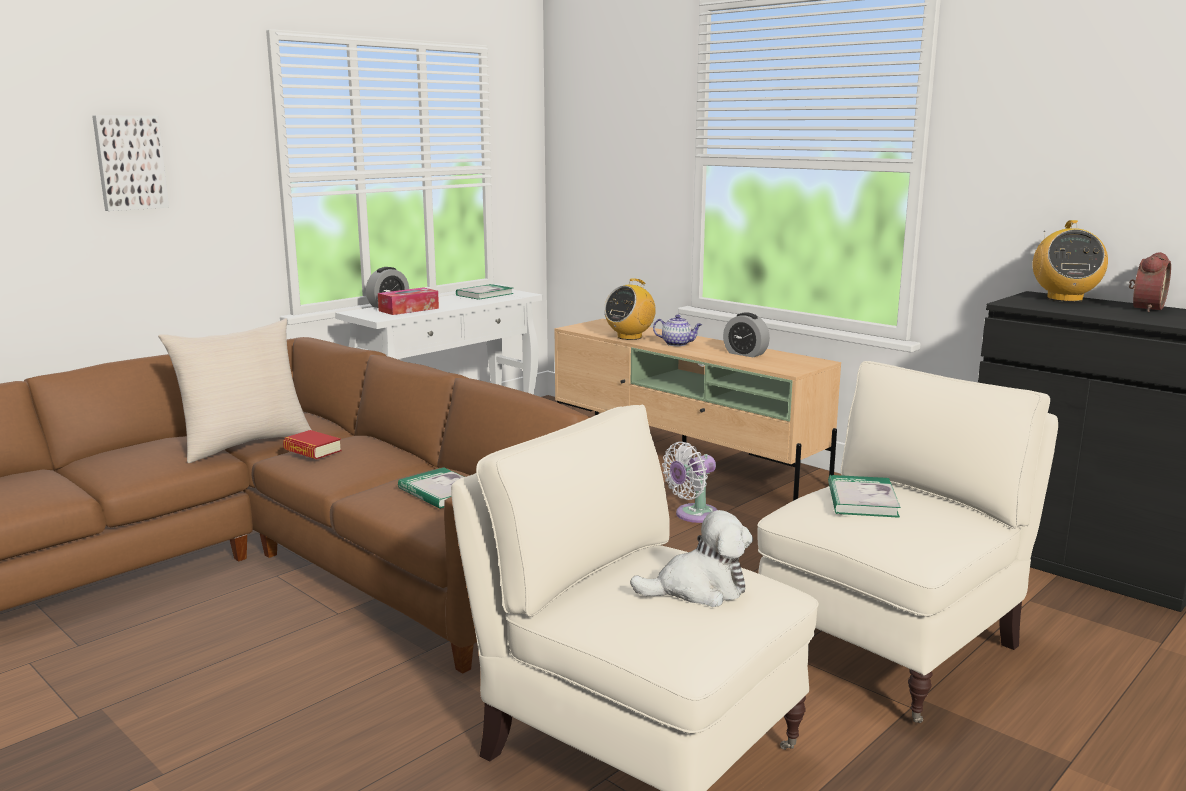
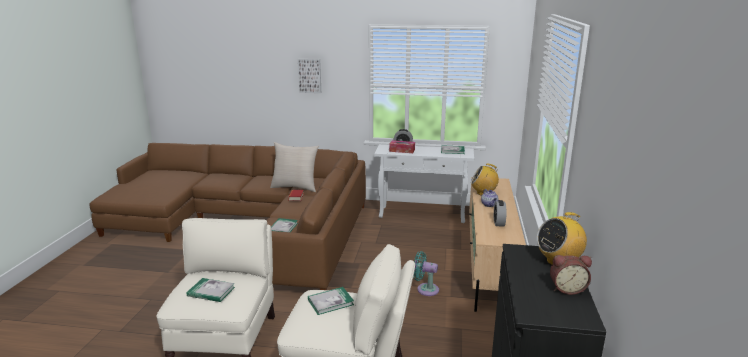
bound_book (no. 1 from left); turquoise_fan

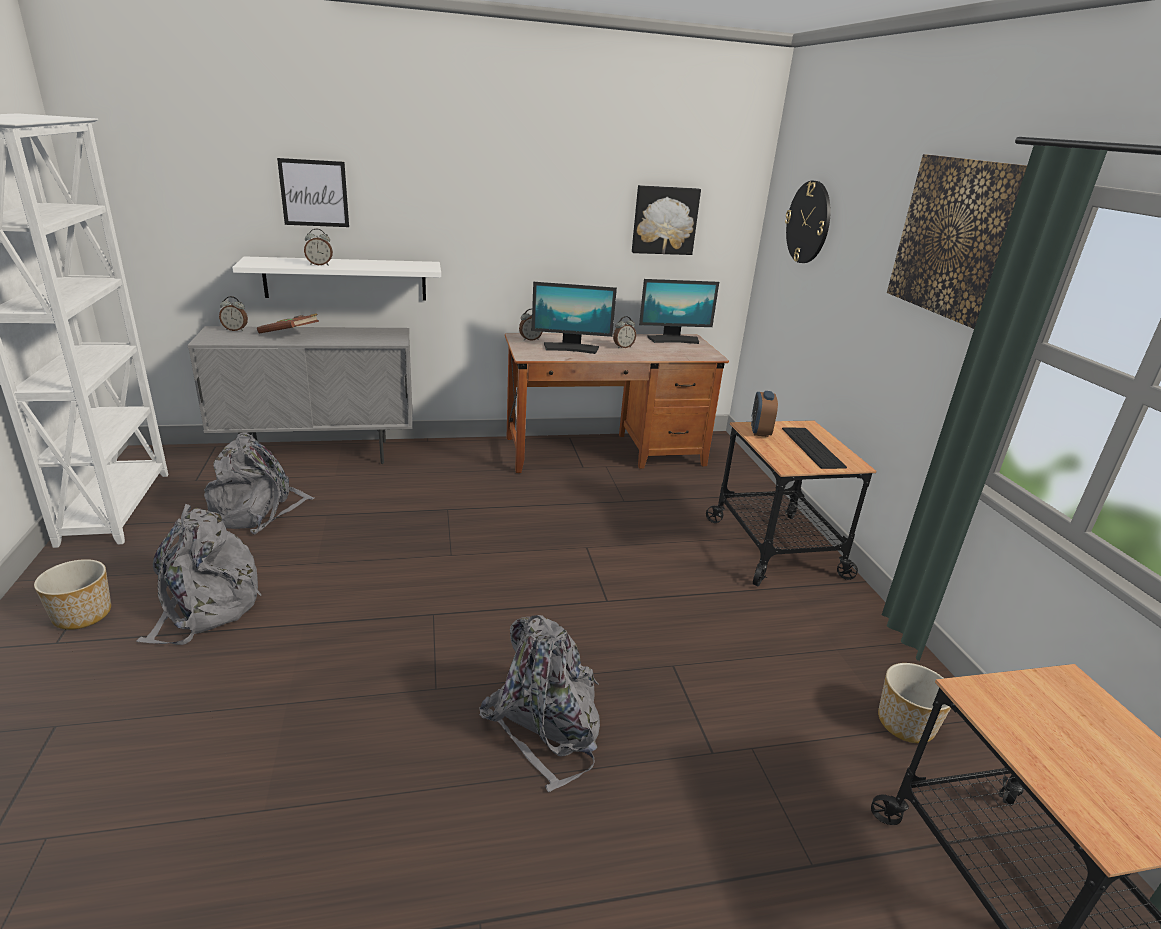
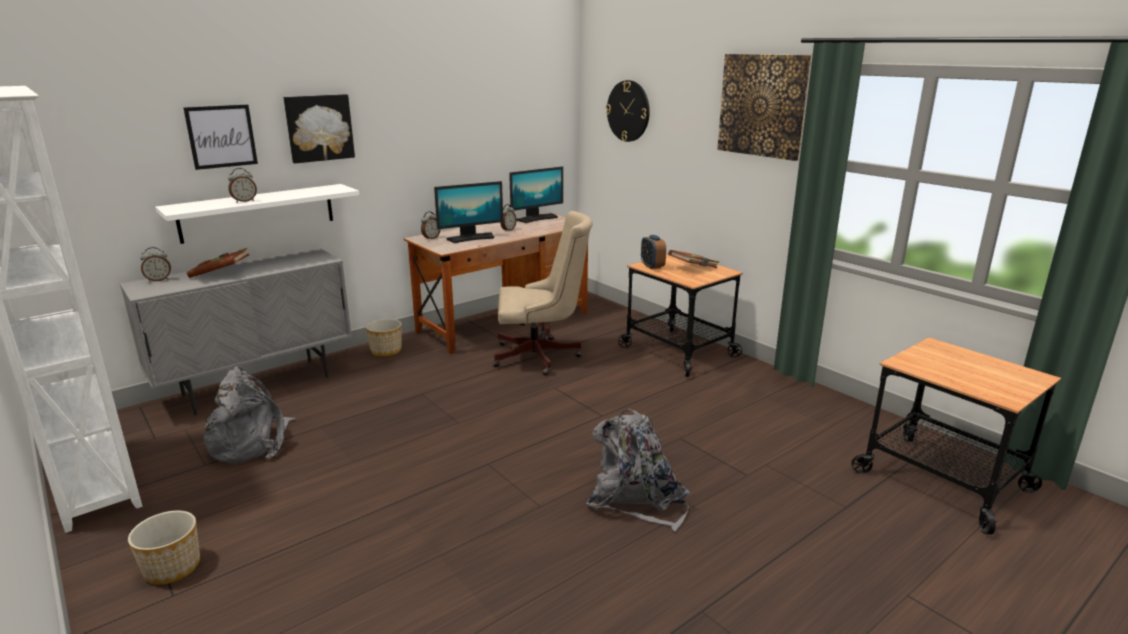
gray_knapsack (no. 1 from left in the first image); beige_desk_chair; wall_art (no. 2 from left); flower_pot (no. 2 from left); brown-coloured_bound_book (no. 2 from left)

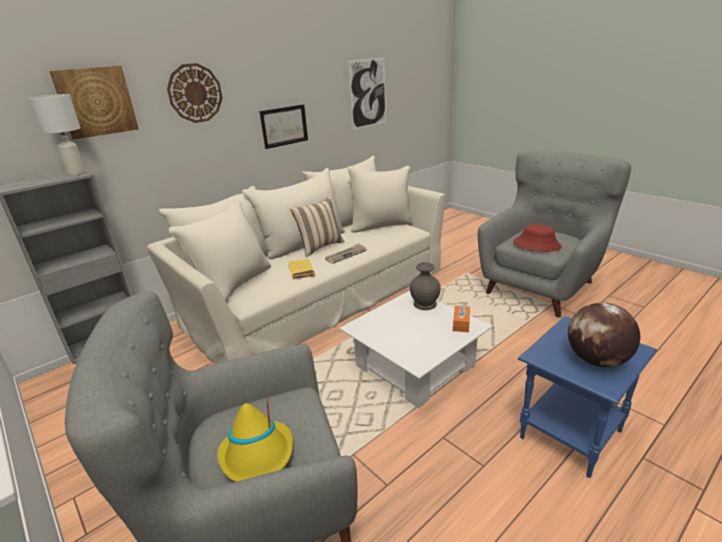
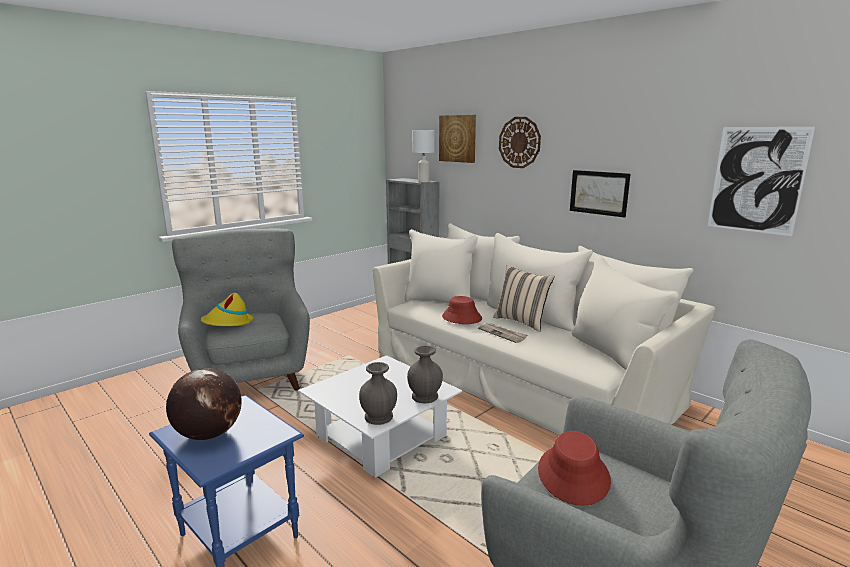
red_clothing_hat (no. 1 from left); gray_decorative_vase (no. 1 from left)

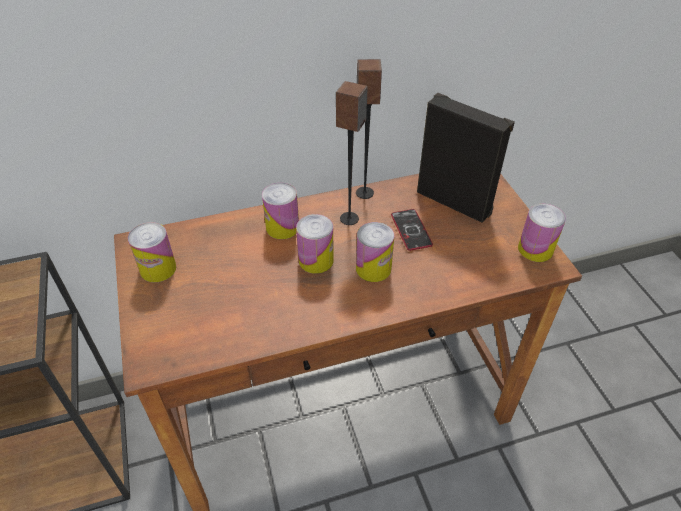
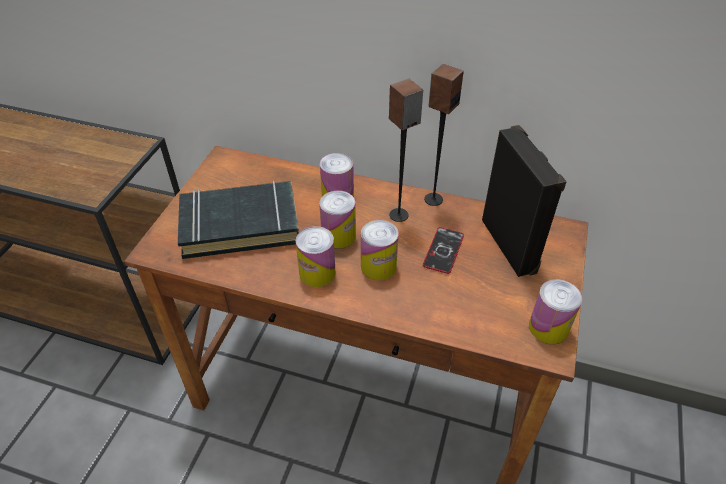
blackish_bound_book; sealed_can (no. 1 from left)

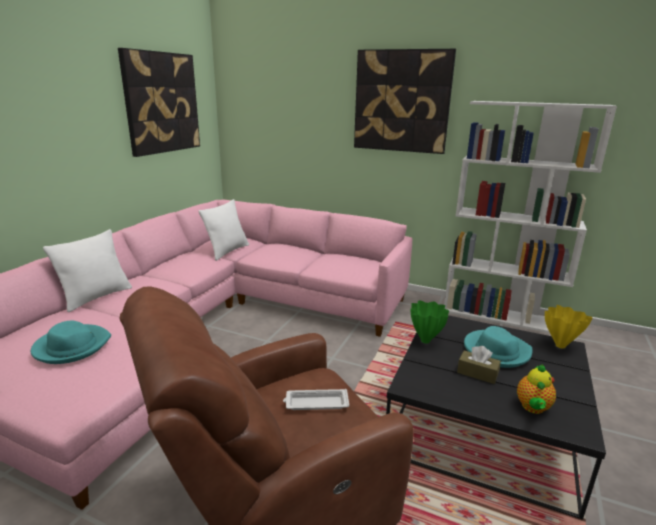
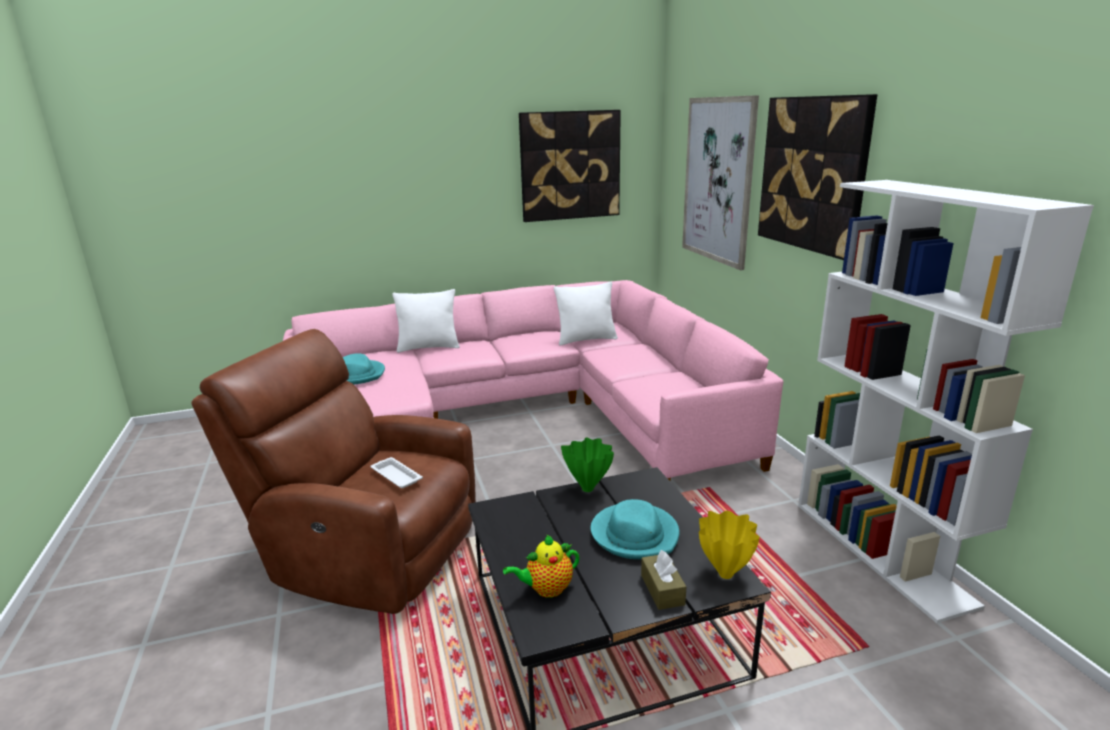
wall_art (no. 2 from left); brown-coloured_box_of_tissues

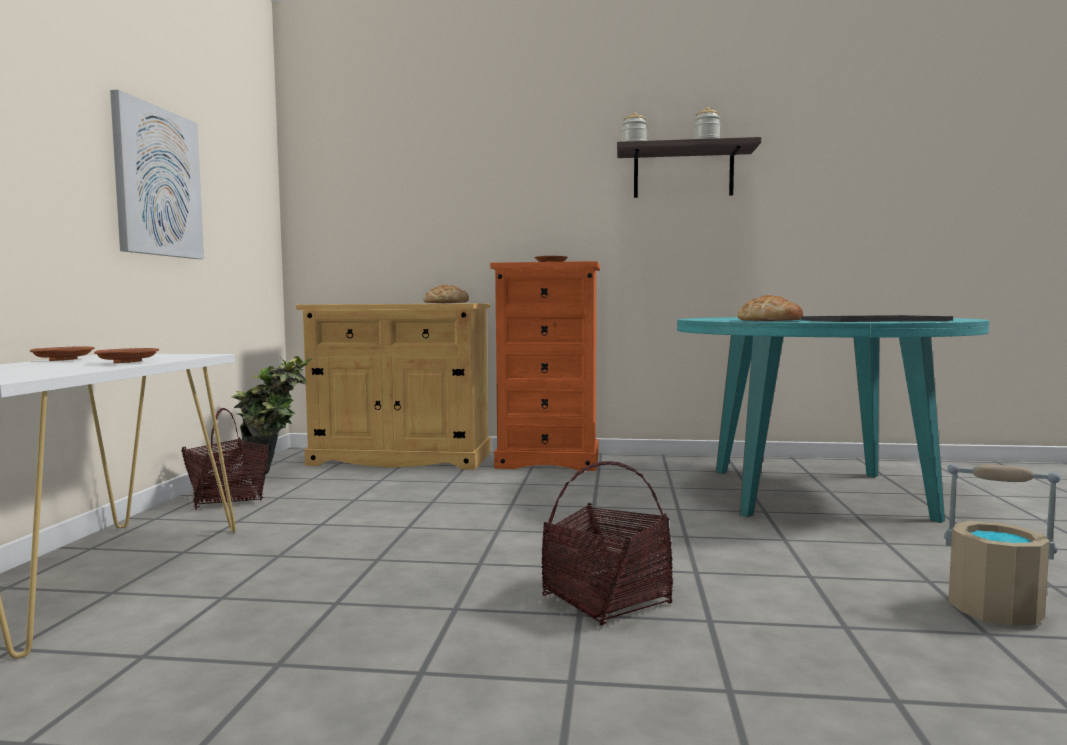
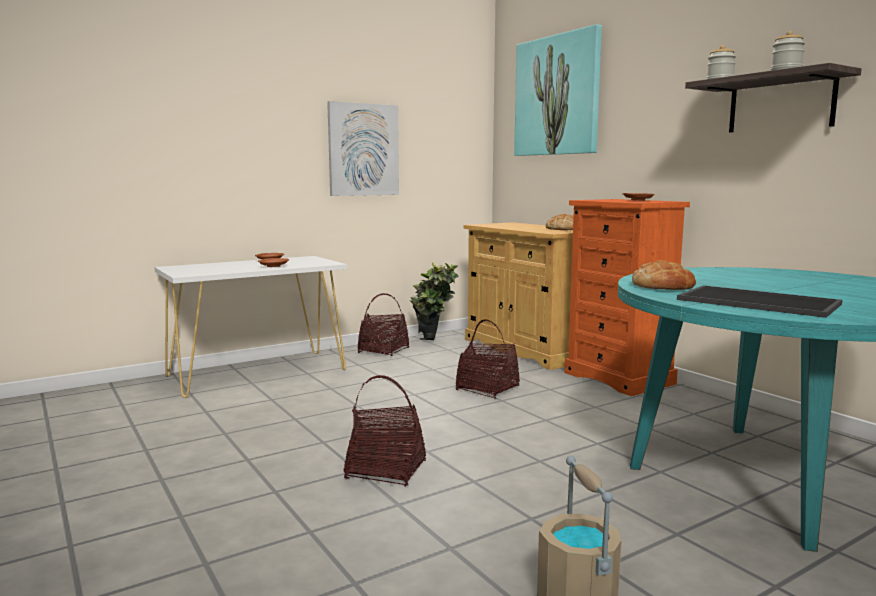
basket (no. 3 from left); wall_art (no. 2 from left)

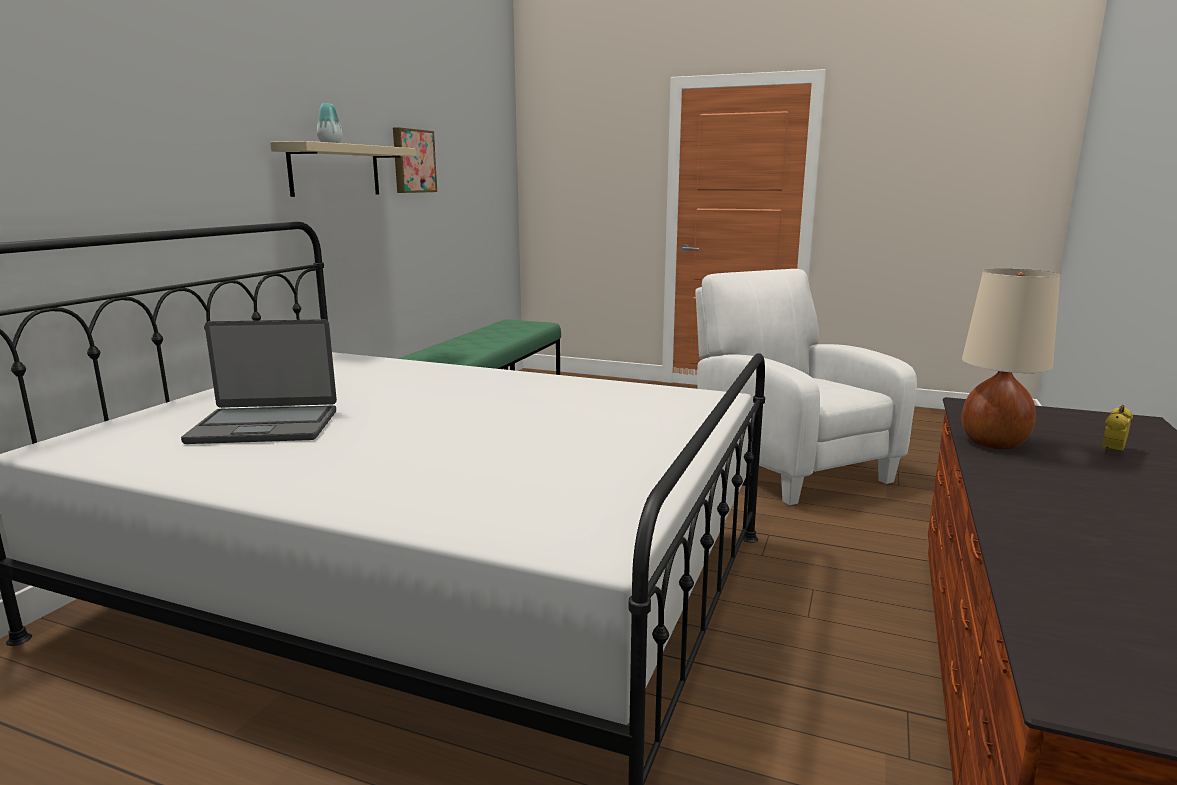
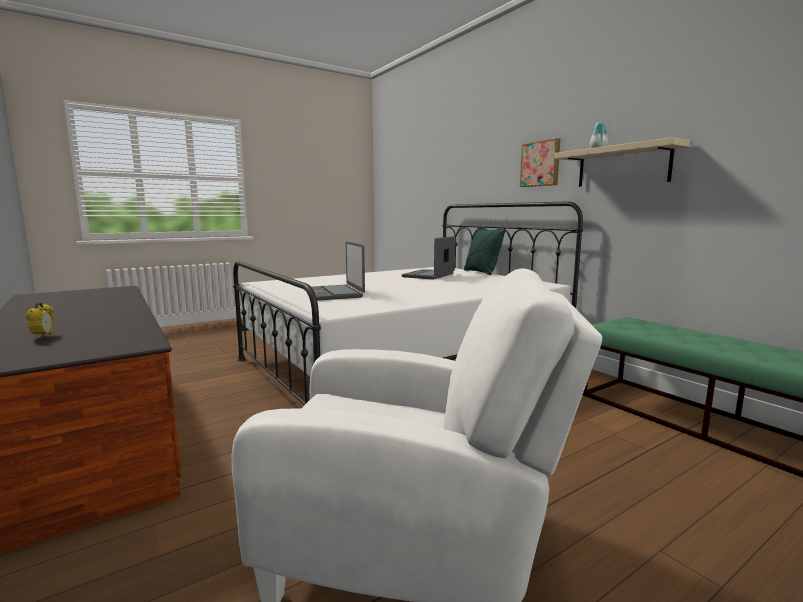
beige_table_lamp; laptop (no. 1 from left); green_throw_pillow; wall_art

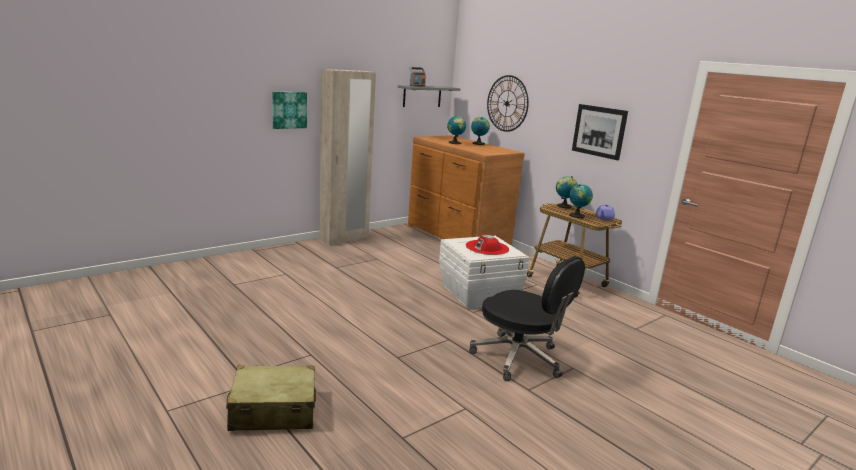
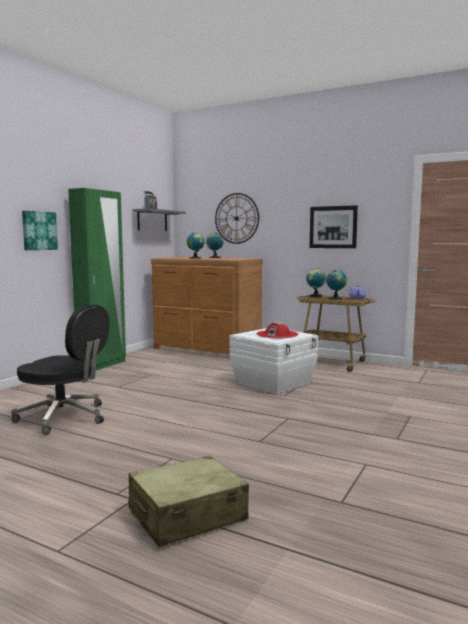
blackish_desk_chair; green_wardrobe

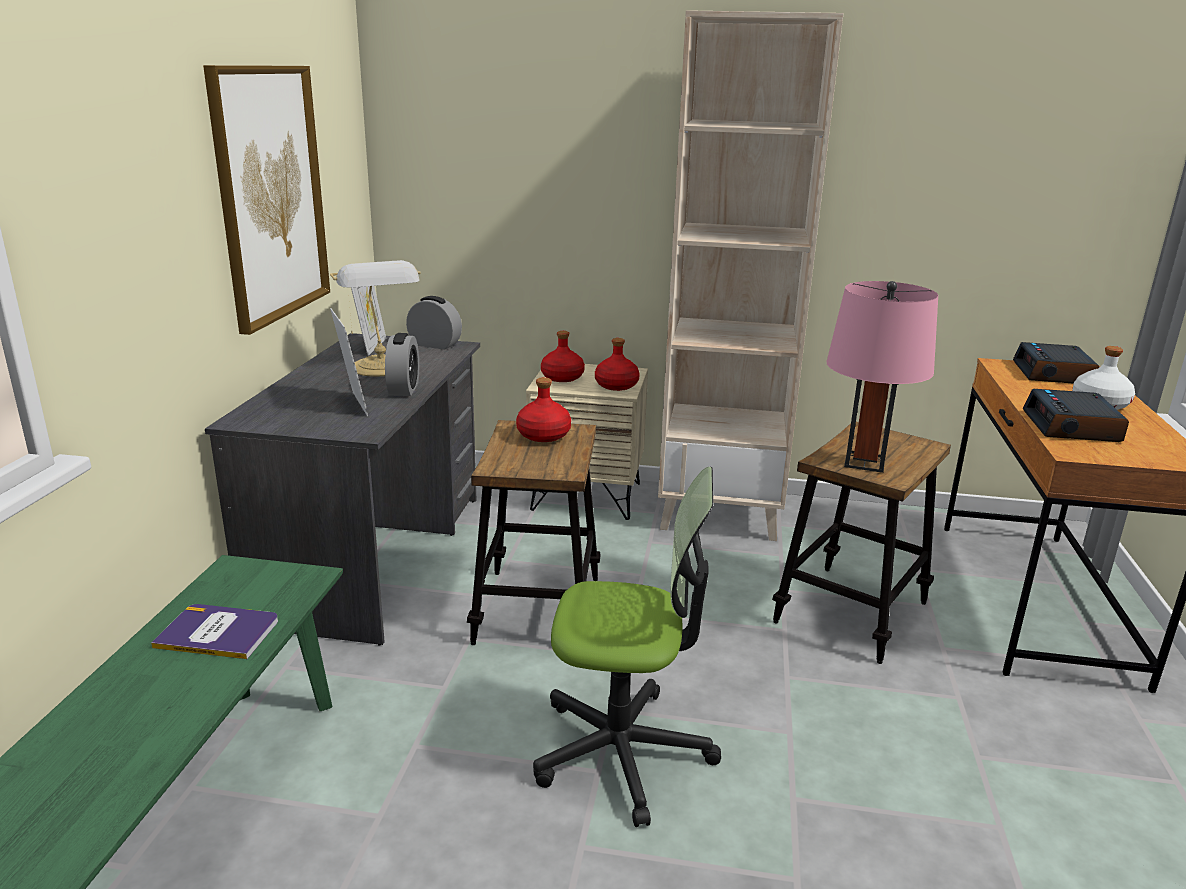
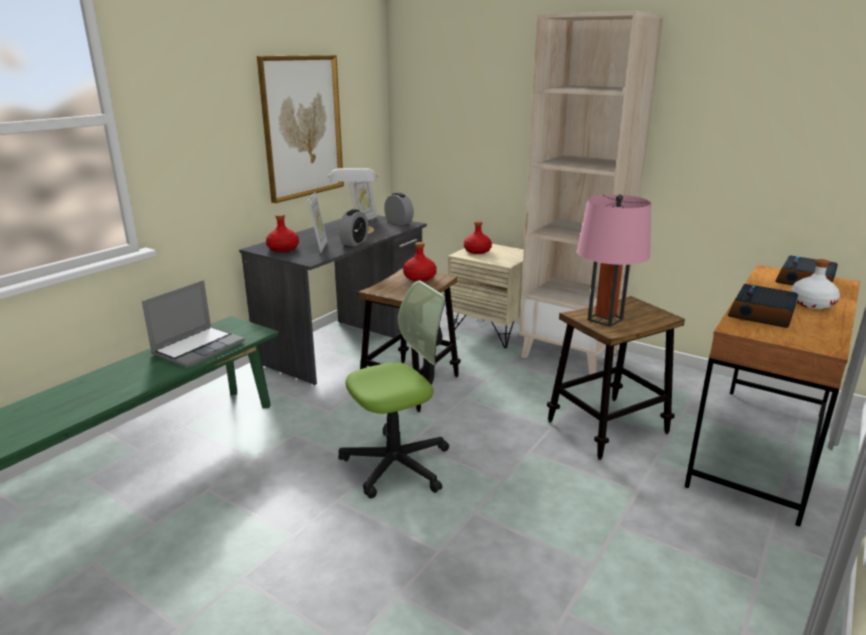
red_beverage_bottle (no. 1 from left); laptop; desk_chair

